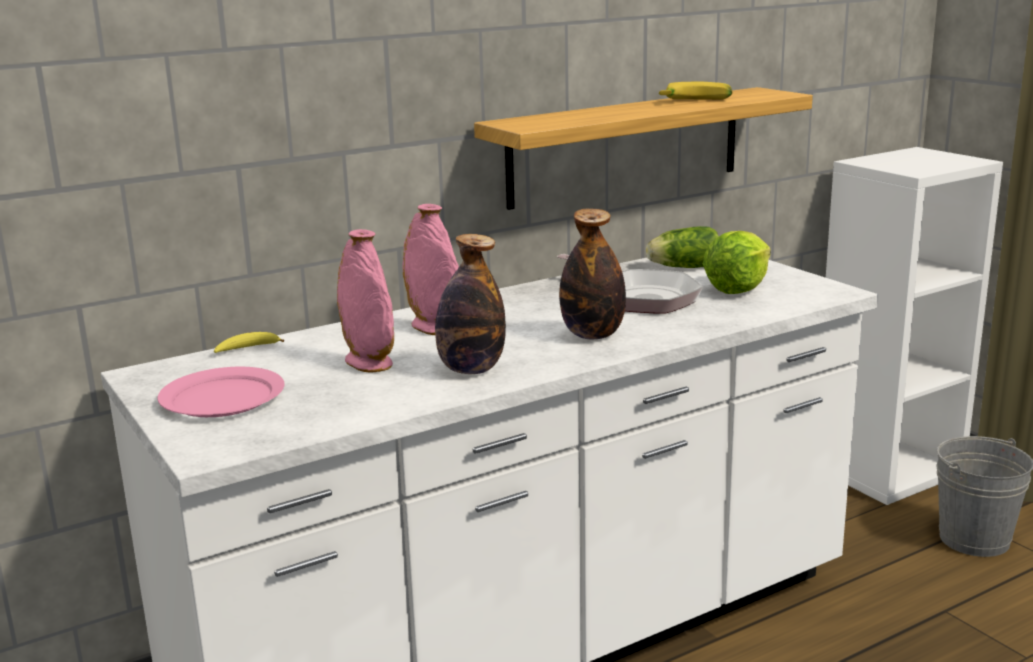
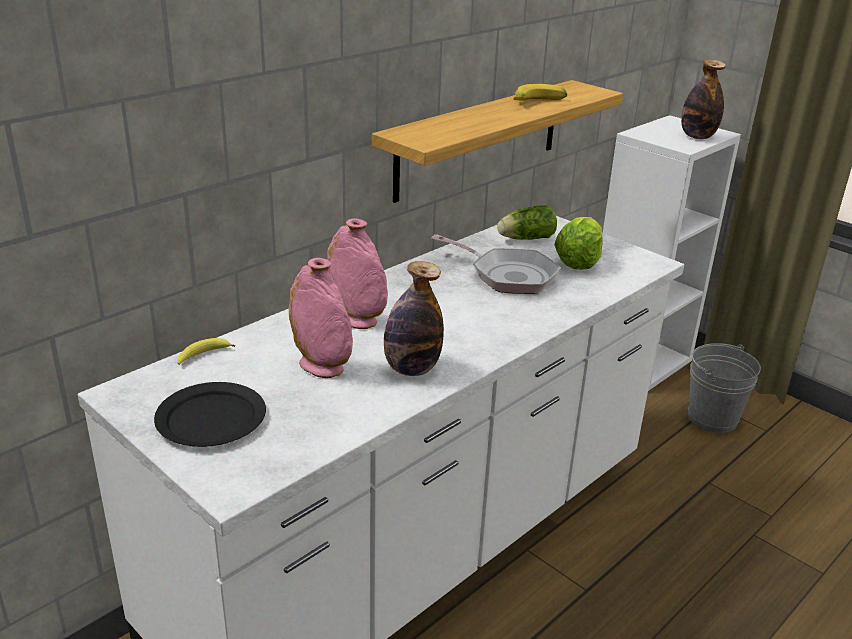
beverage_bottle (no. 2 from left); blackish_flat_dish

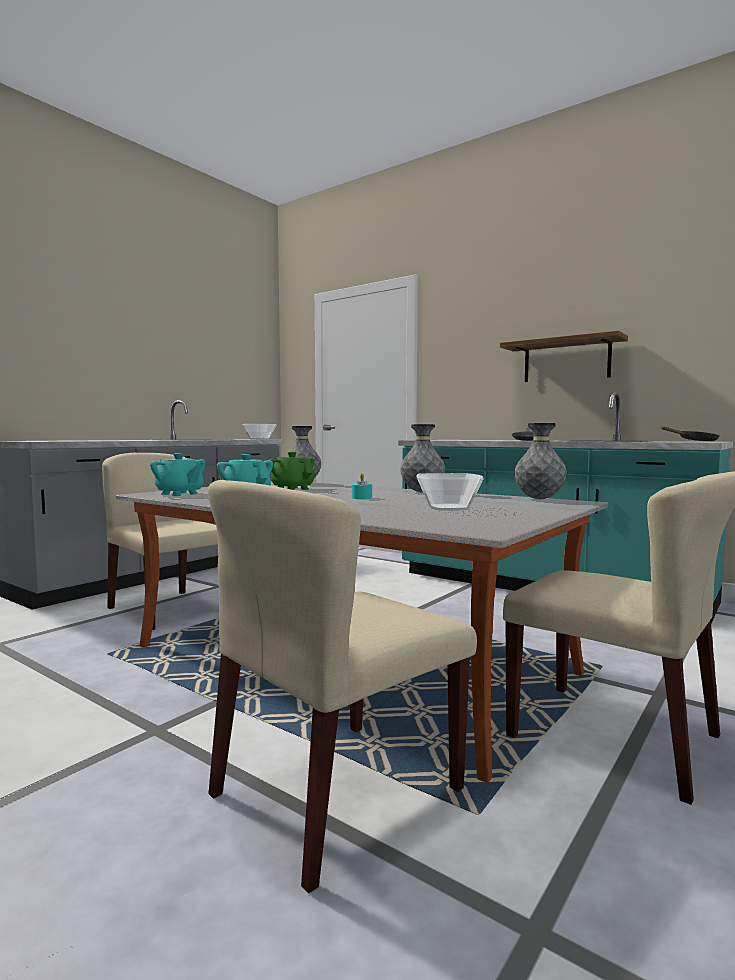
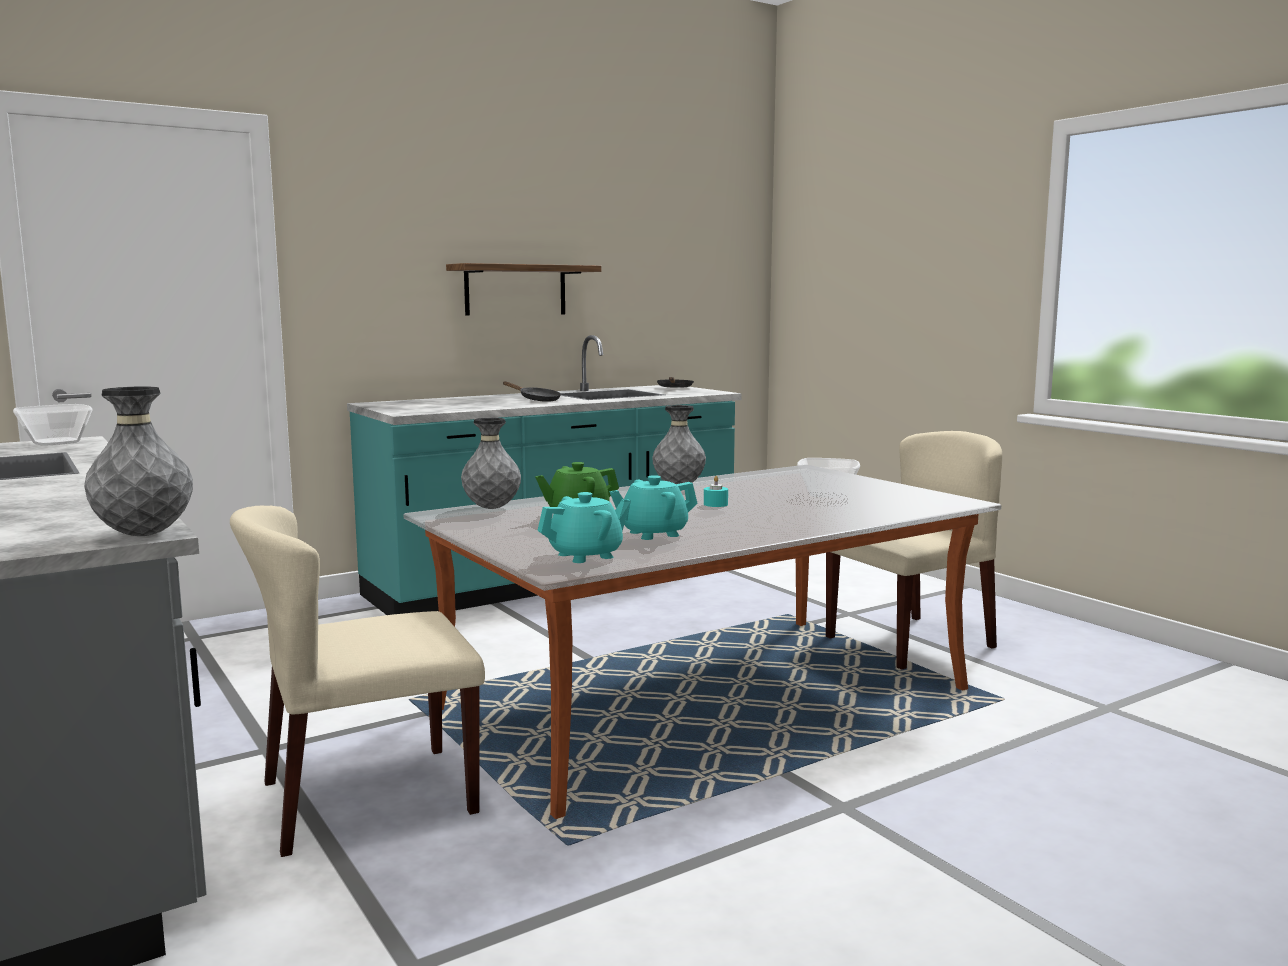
beige_chair (no. 2 from left in the first image); gray_decorative_vase (no. 1 from left)

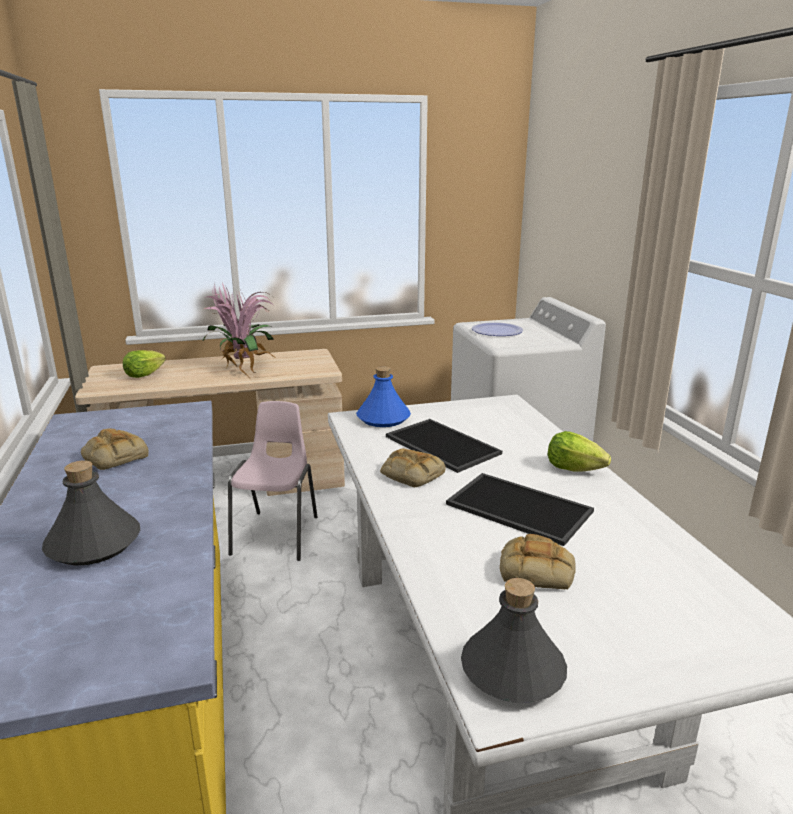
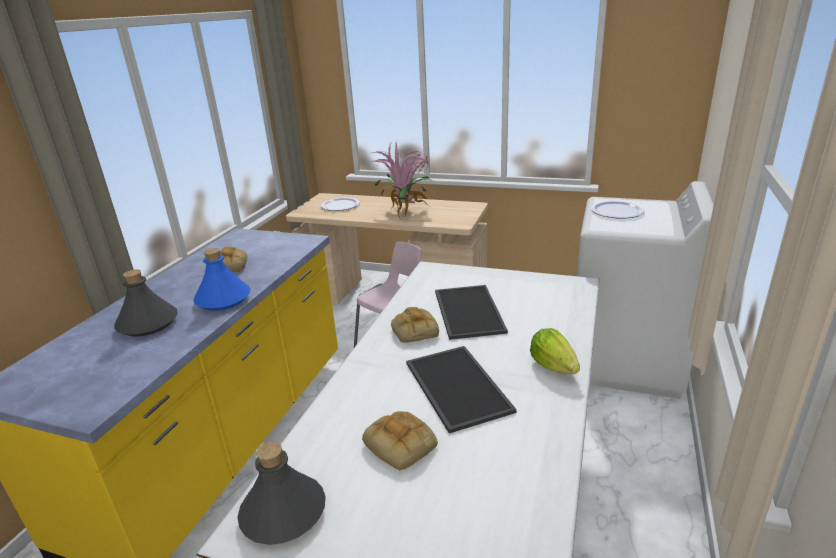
bluish_beverage_bottle; flat_dish (no. 1 from left)

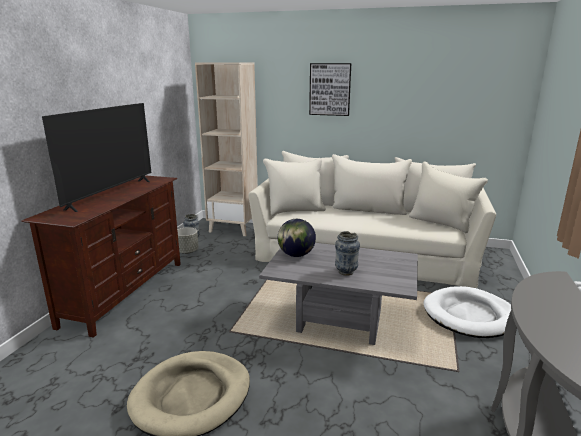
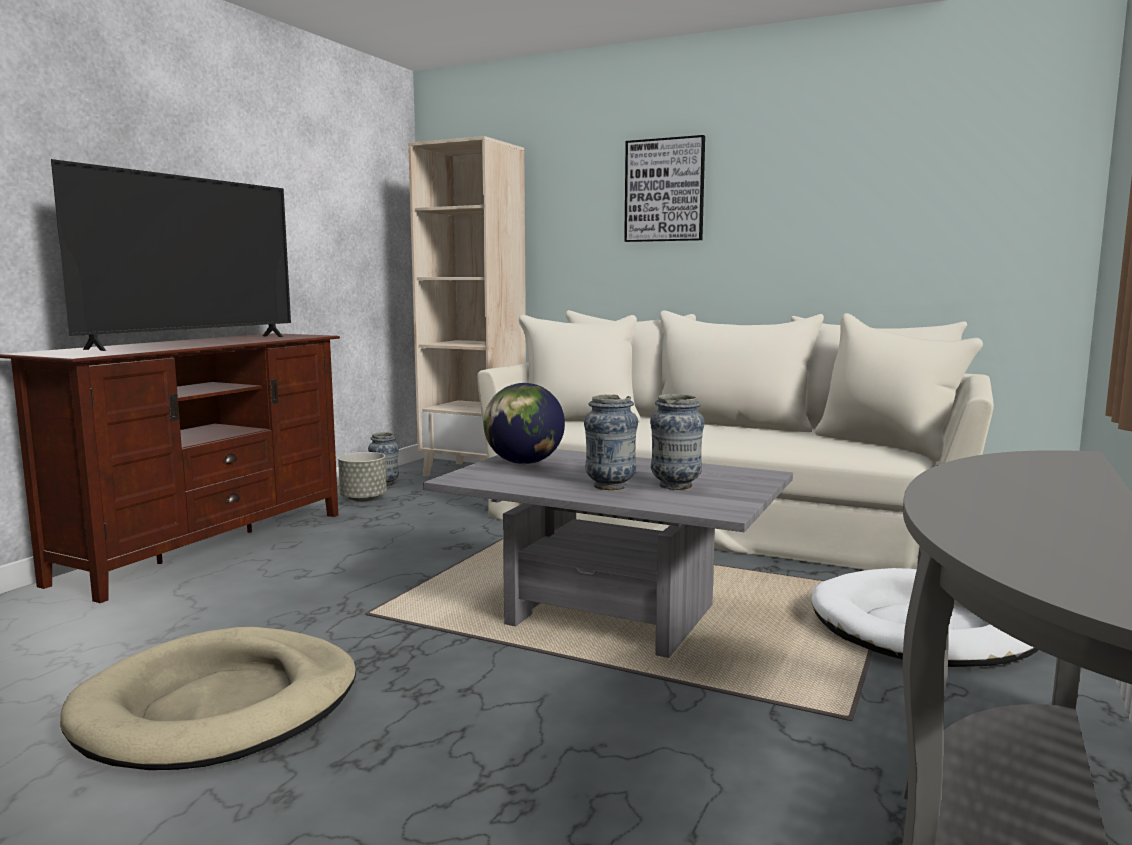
decorative_vase (no. 3 from left)

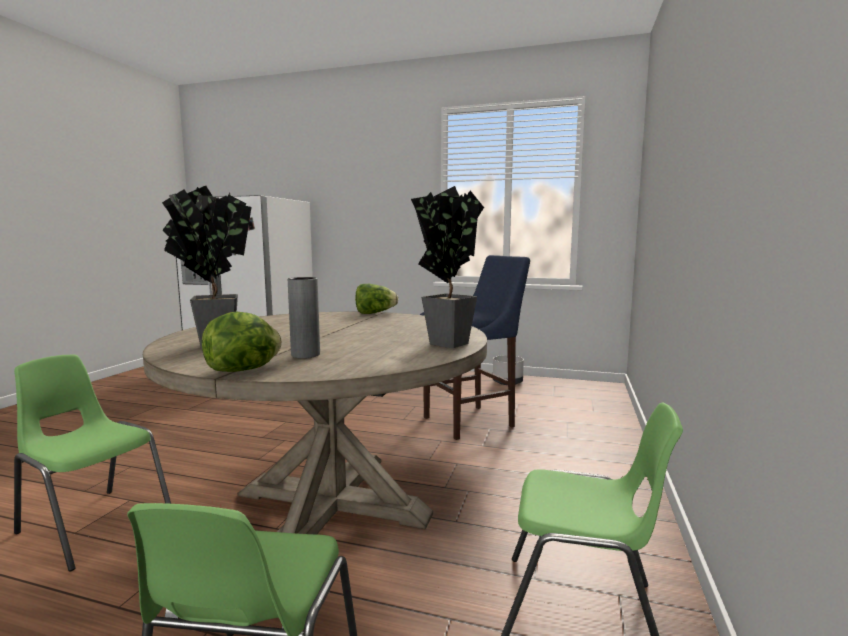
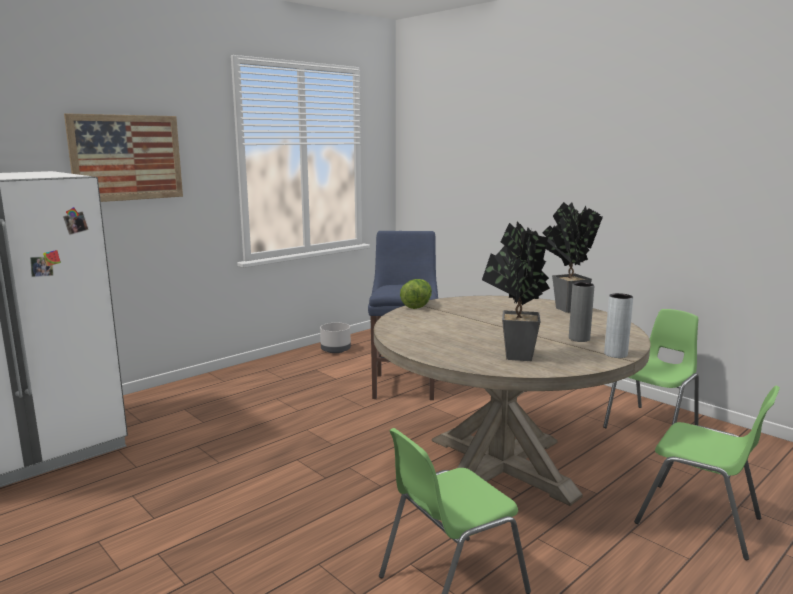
wall_art; gray_decorative_vase (no. 2 from left)

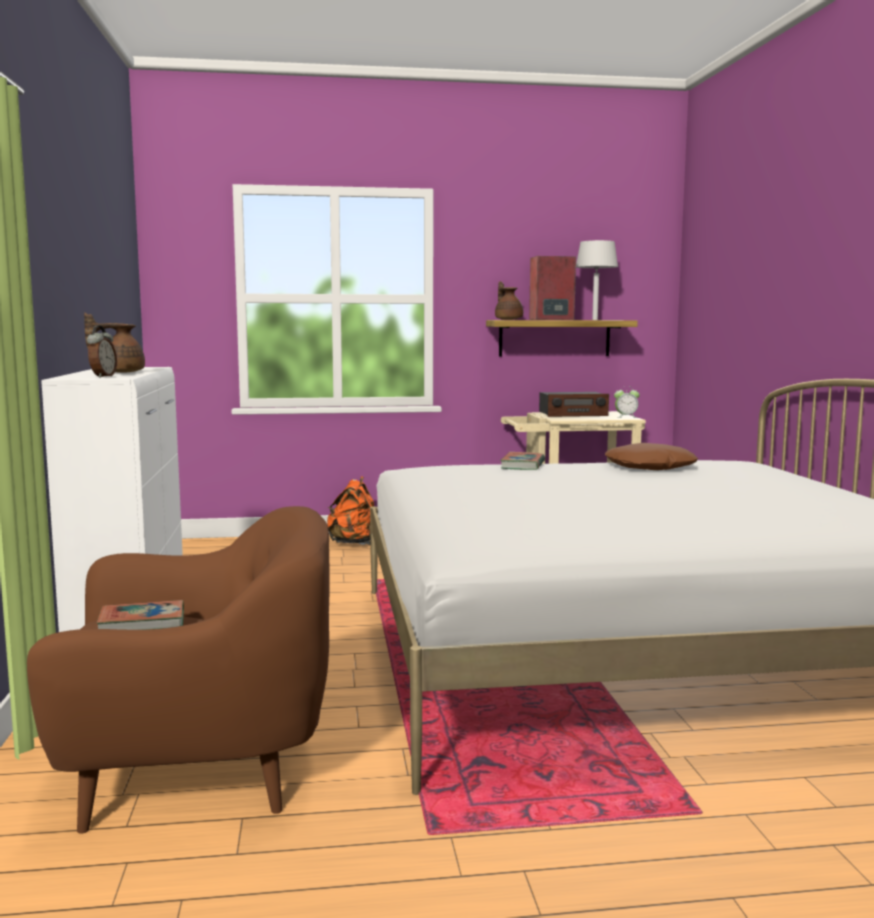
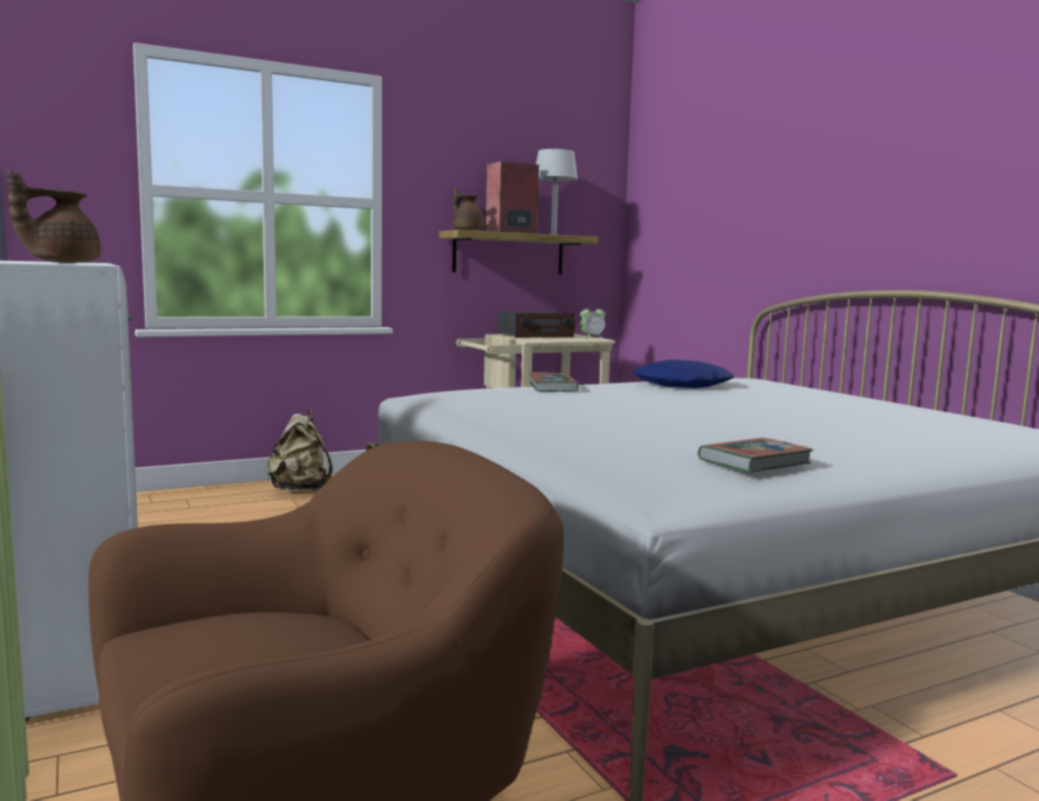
bedside_clock (no. 1 from left in the first image); bound_book (no. 2 from left); beige_knapsack; bluish_throw_pillow

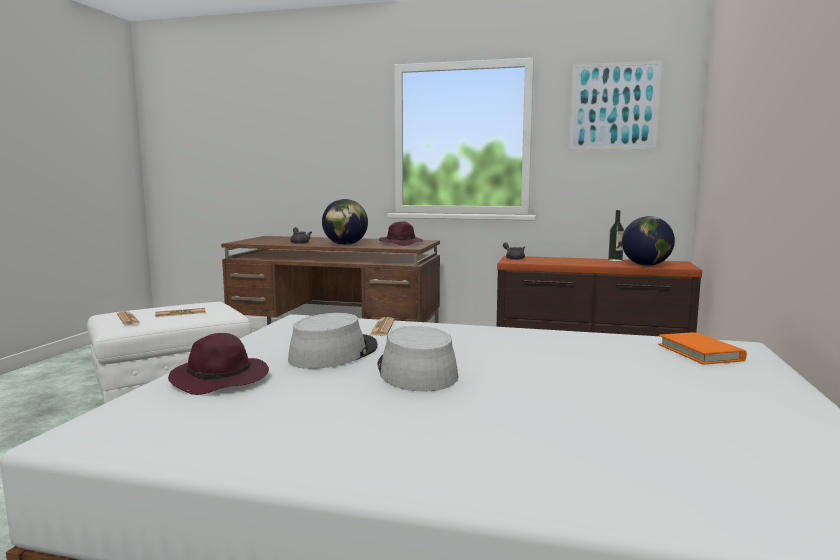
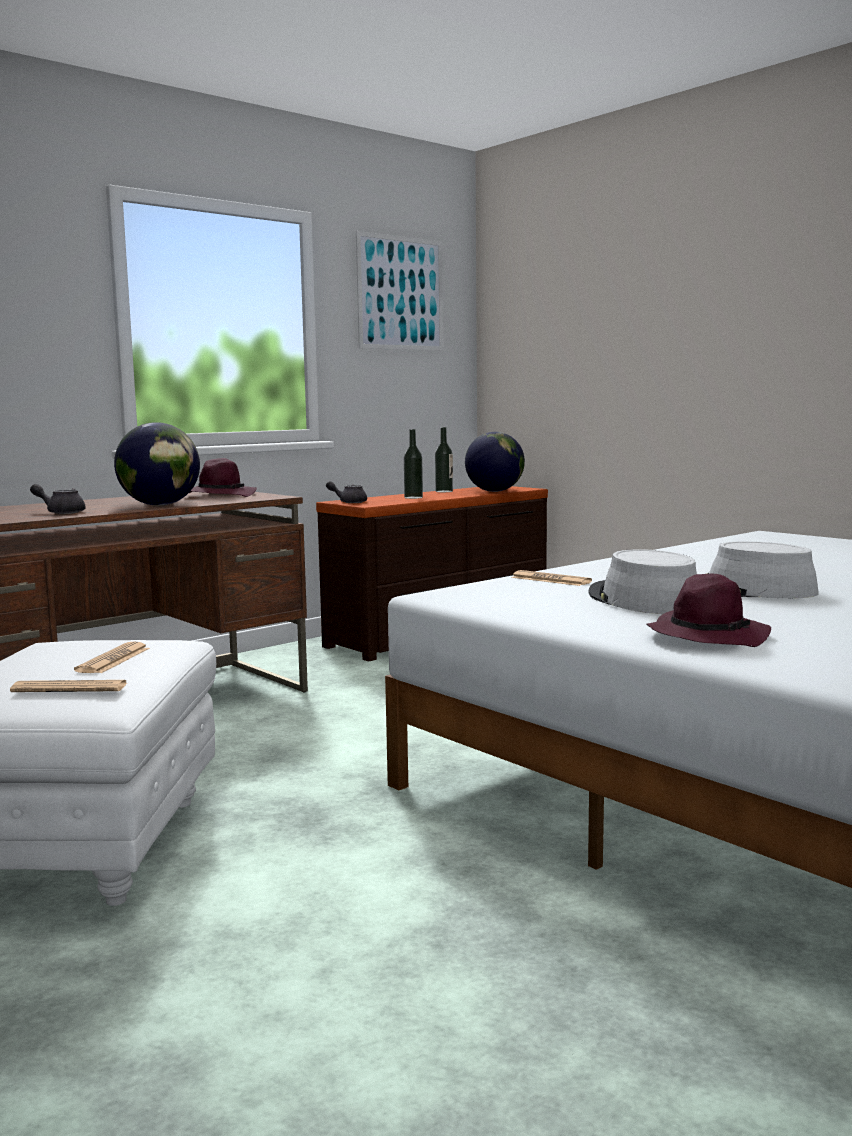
orange-coloured_bound_book; beverage_bottle (no. 1 from left)

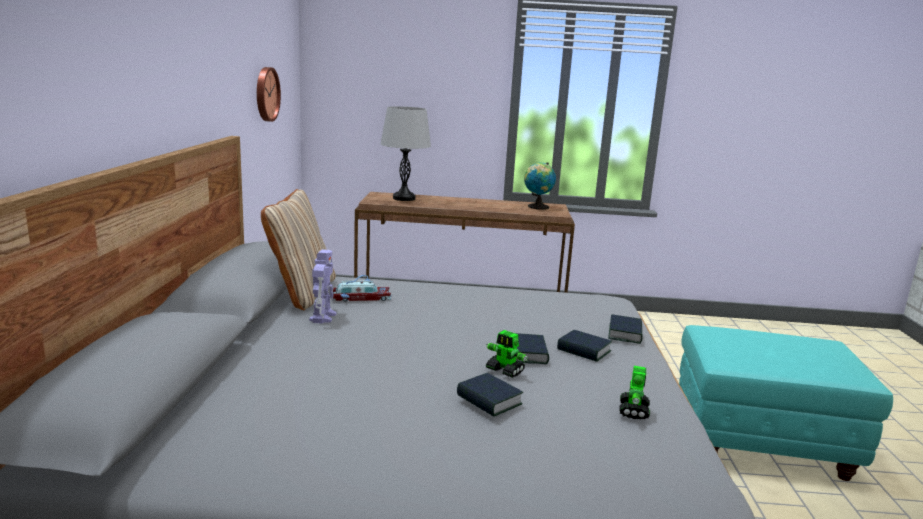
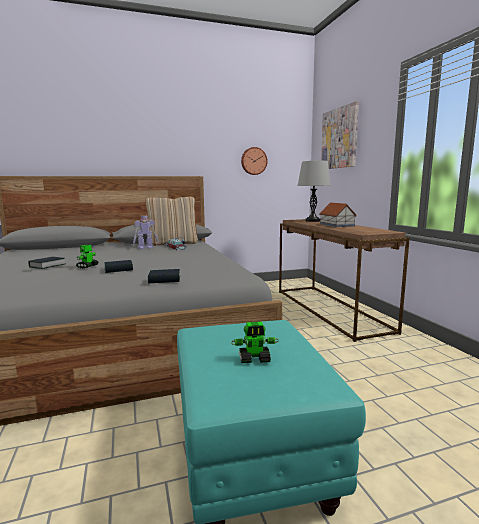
world_globe; bound_book (no. 3 from left in the first image); miniature_house; wall_art; model_robot (no. 3 from left)

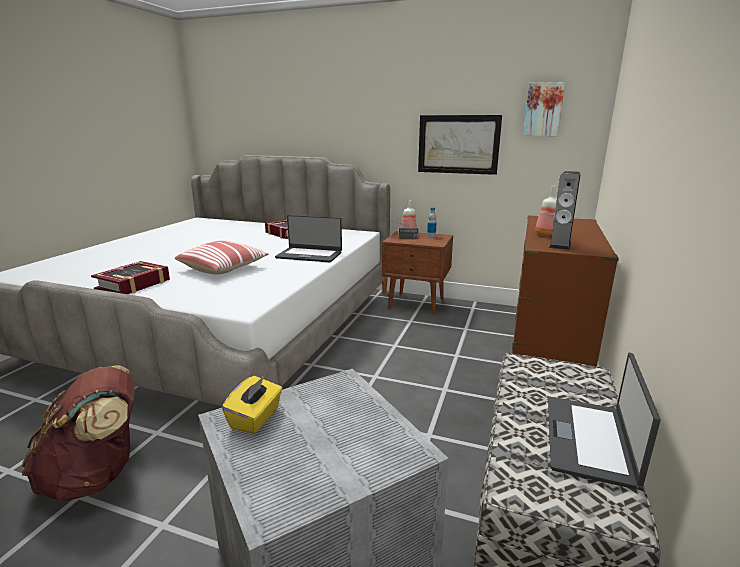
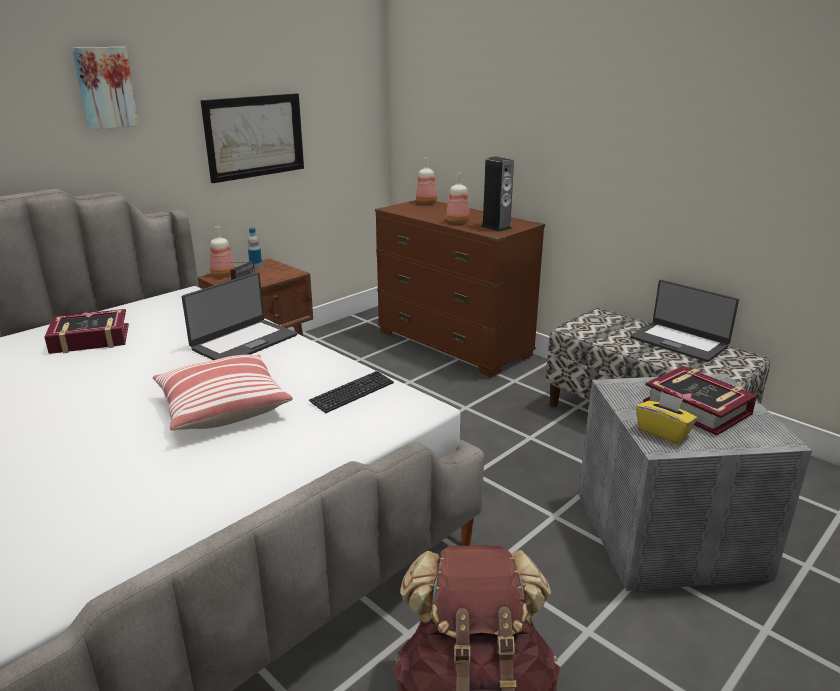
PC_keyboard; beverage_bottle (no. 3 from left); bound_book (no. 2 from left); wall_art (no. 1 from left)

